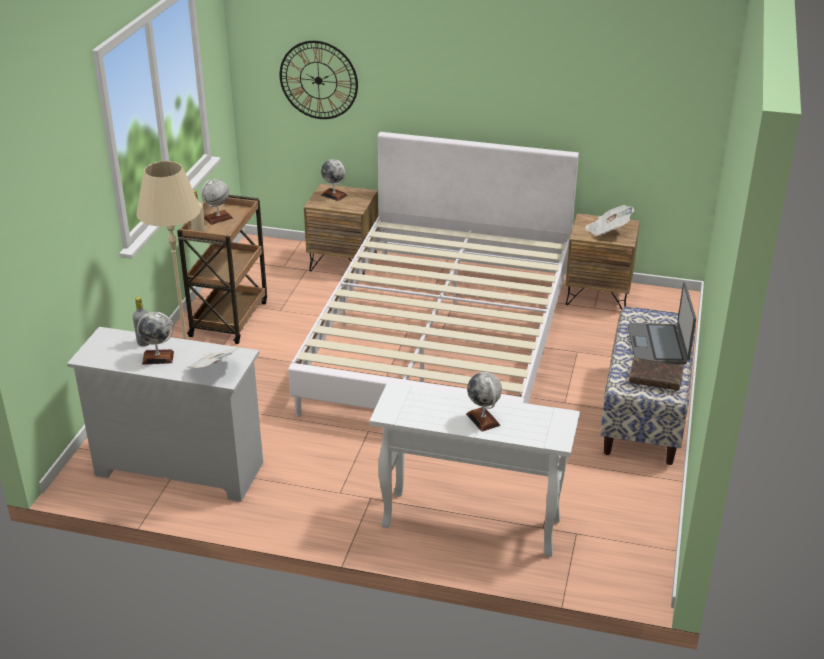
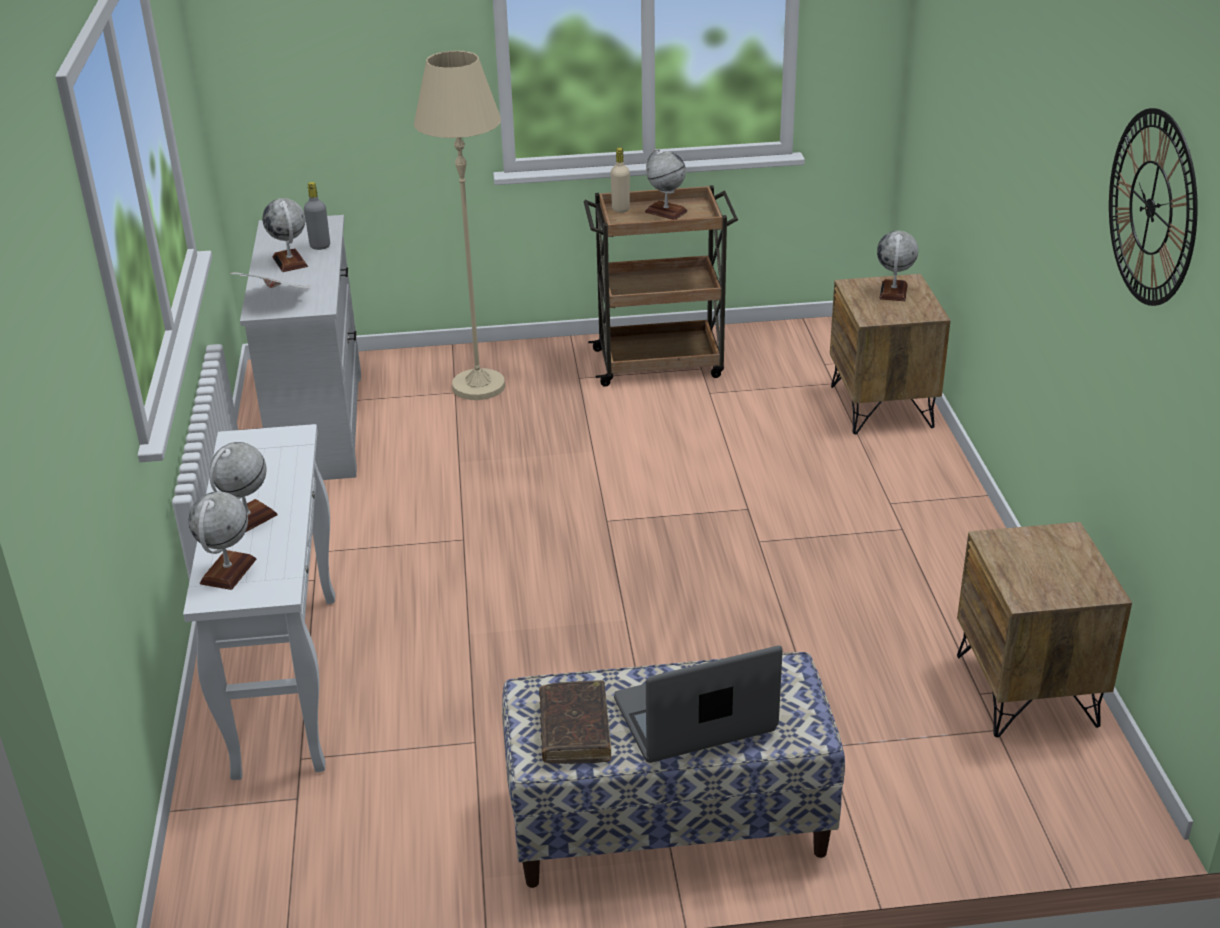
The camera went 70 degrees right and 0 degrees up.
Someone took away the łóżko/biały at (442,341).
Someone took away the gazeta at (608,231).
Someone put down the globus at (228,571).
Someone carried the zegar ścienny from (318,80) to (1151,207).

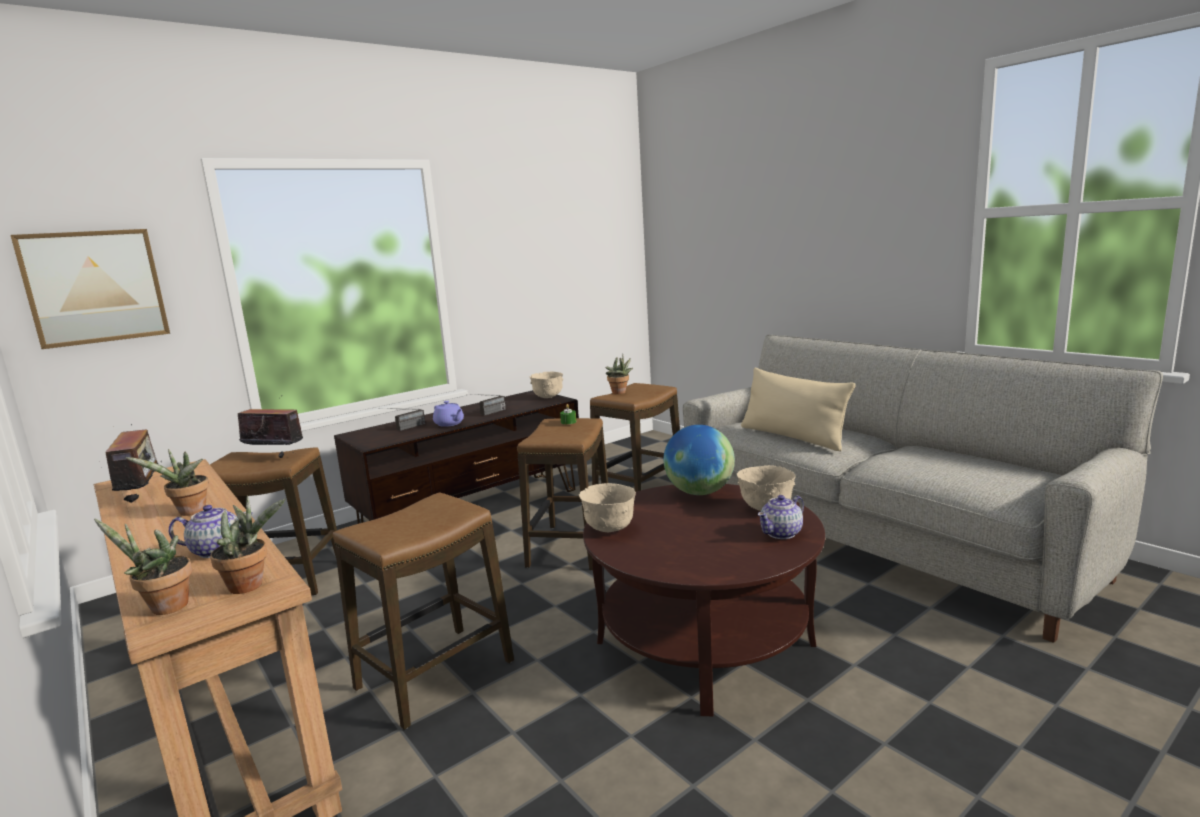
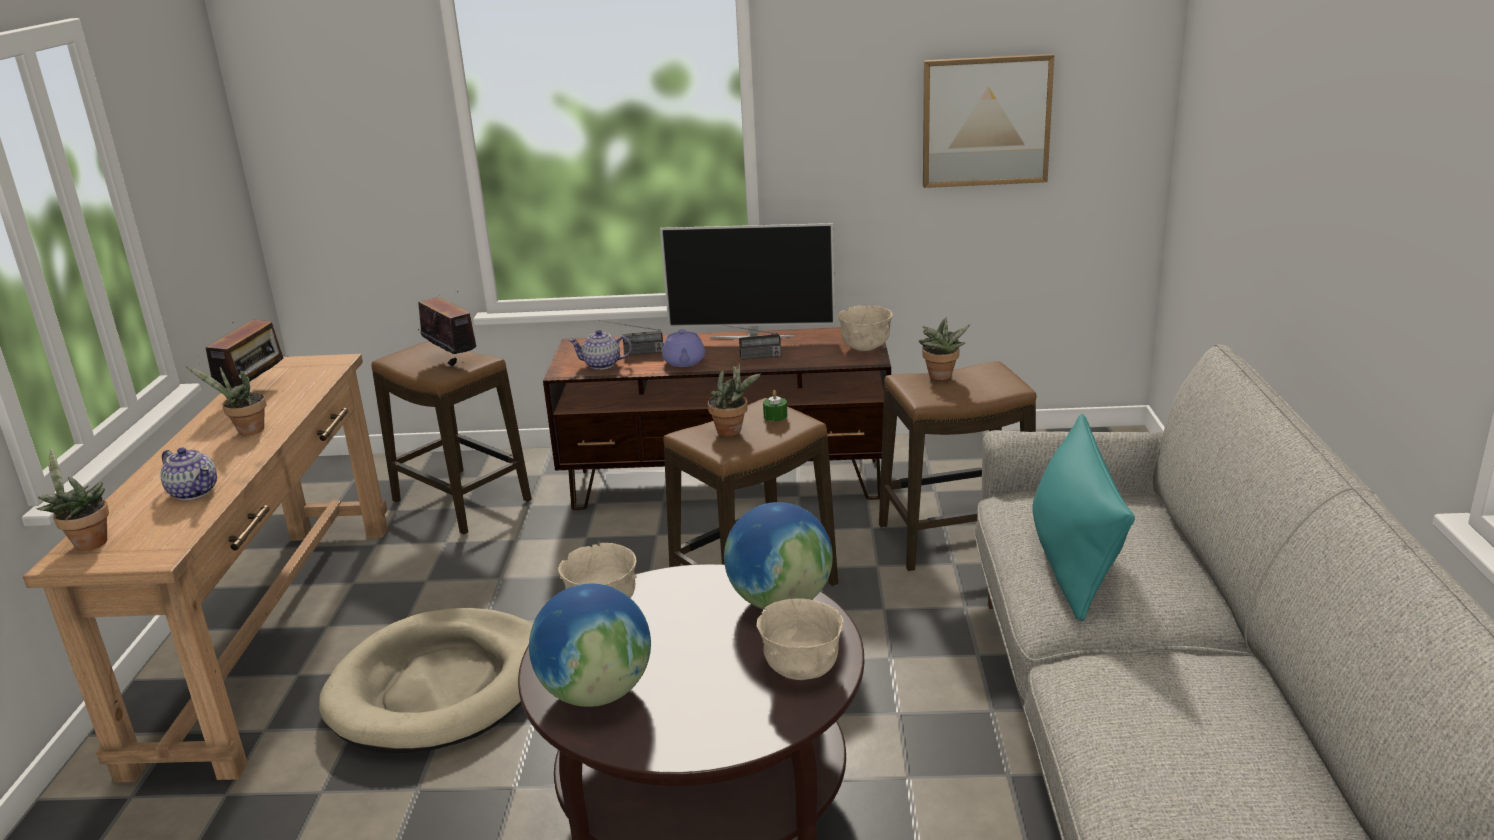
The camera went 40 degrees right and 10 degrees up.
Someone put down the globus at (596,693).
Someone put down the telewizor at (752,336).
Someone carried the obraz from (95,287) to (986,121).
Someone carried the roślina doniczkowa from (251,585) to (733,431).
Someone carried the imbryk from (782,533) to (602,365).
Someone swapped the stołek at (435,675) for the legowisko/beżowy at (440,687).
Someone repainted the poduszka/beżowy at (792,437), which became the poduszka/turkusowy at (1073,559).

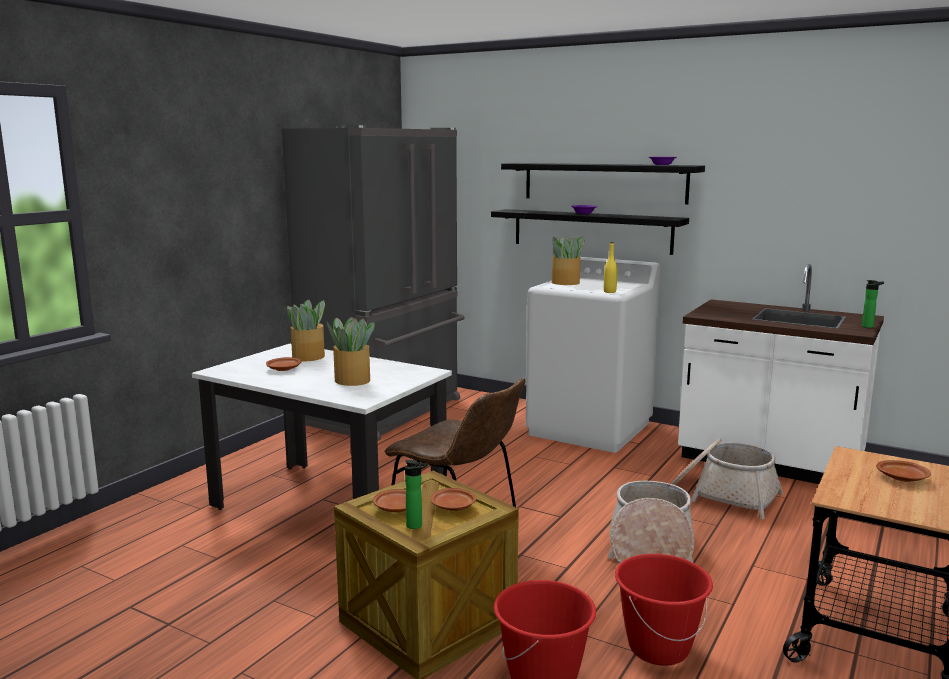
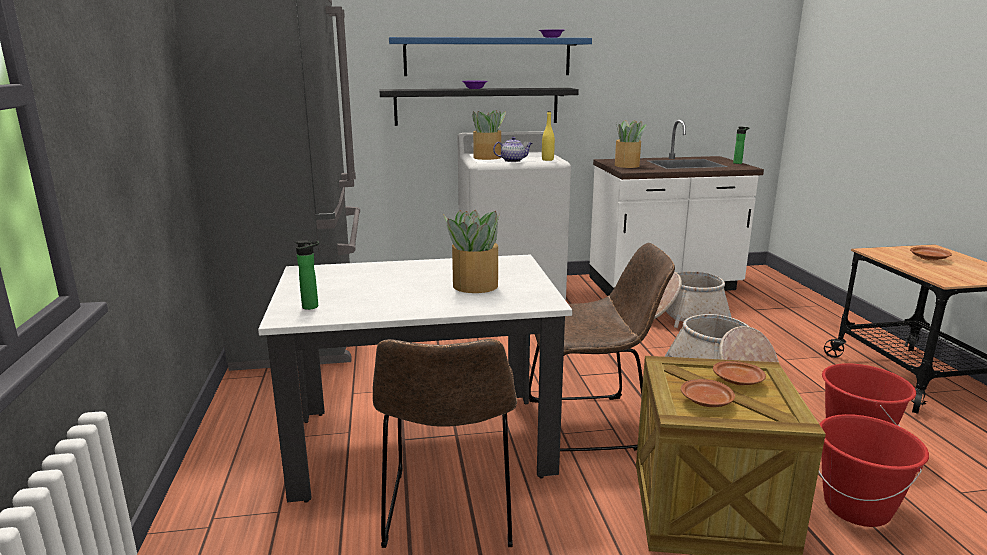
The camera went 40 degrees left and 5 degrees up.
Someone took away the talerz/brązowy at (284,369).
Someone put down the krzesło/brązowy at (450,512).
Someone put down the imbryk at (513,161).
Someone carried the roślina doniczkowa from (309,357) to (627,165).
Someone carried the butelka from (416,526) to (313,306).
Someone repainted the półka/czarny at (604,182), which became the półka/niebieski at (488,57).

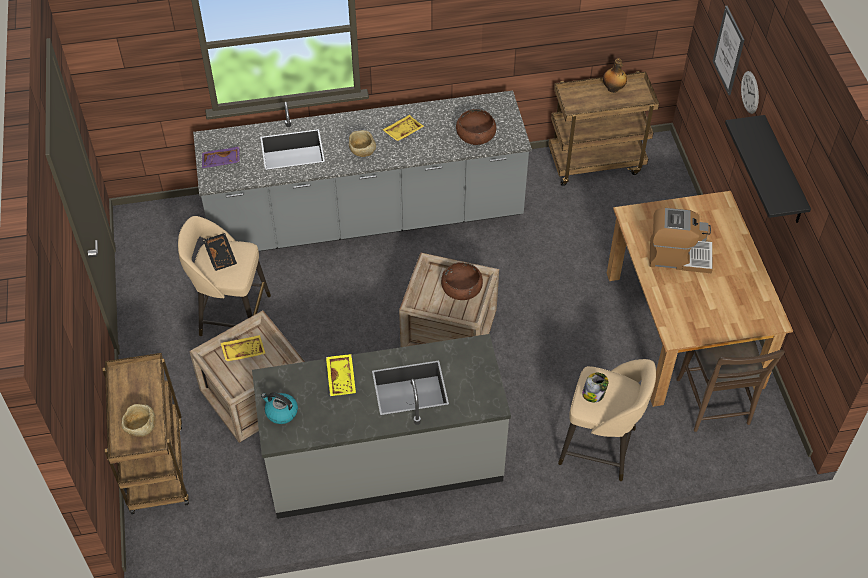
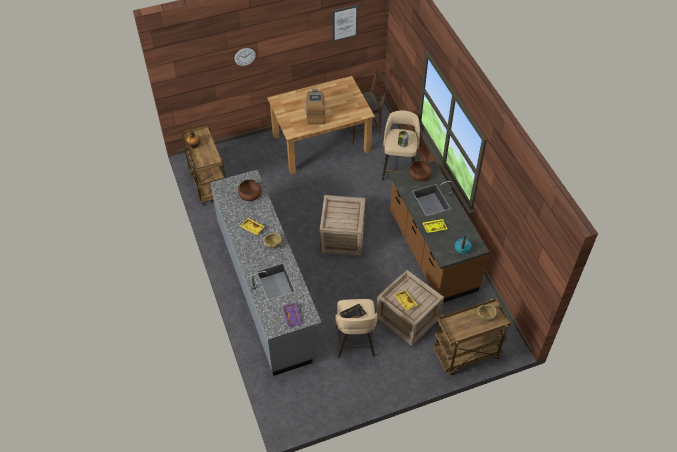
The camera went 100 degrees left and 0 degrees up.
Someone took away the półka/czarny at (783,172).
Someone carried the miska/brązowy from (461,288) to (419,175).
Someone carried the obraz from (728,50) to (345,23).
Someone repainted the zabudowa kuchenna/szary at (384,460), which became the zabudowa kuchenna/brązowy at (431,252).

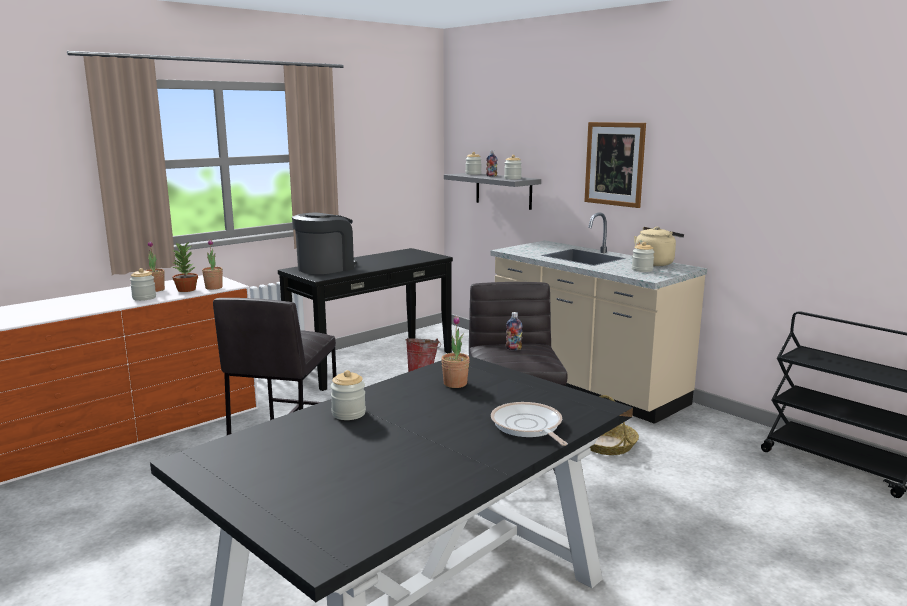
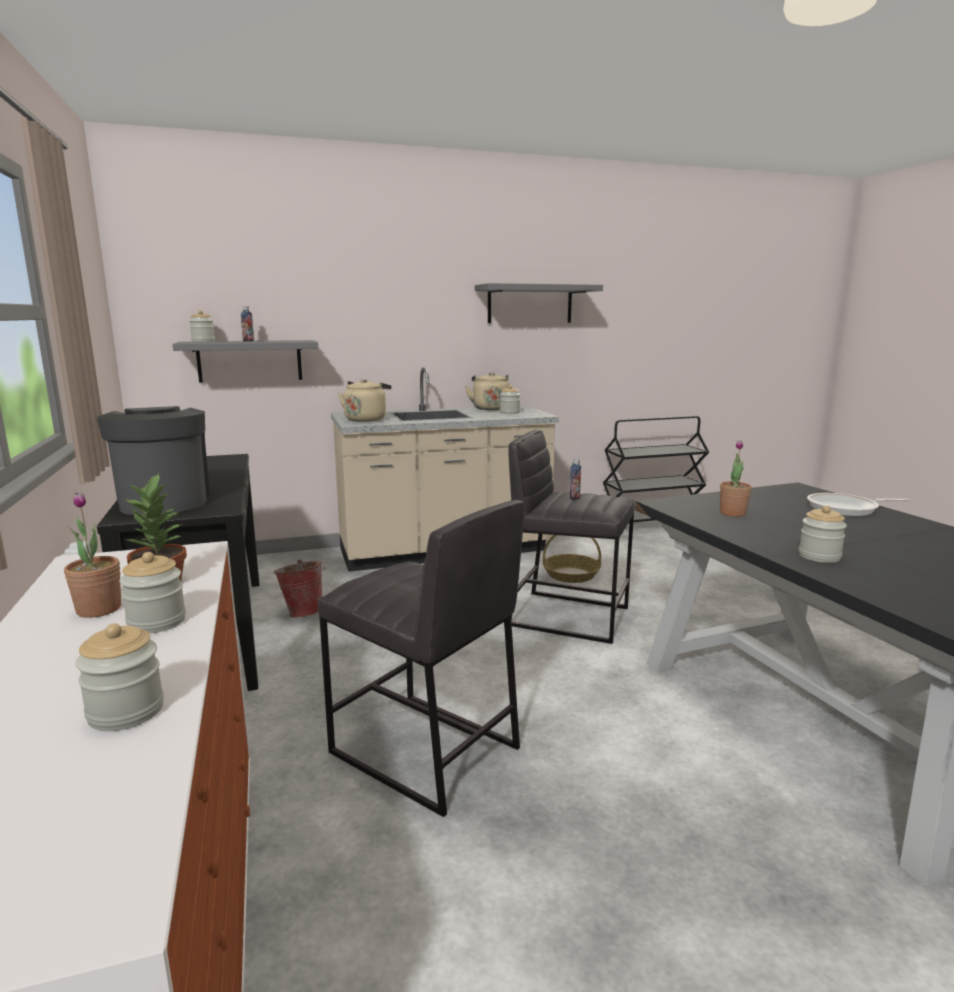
The camera went 65 degrees left and 0 degrees up.
Someone took away the roślina doniczkowa at (214,287).
Someone took away the obraz at (614,164).
Someone put down the czajnik/beżowy at (366,419).
Someone put up the półka/szary at (530,304).
Someone carried the słoik from (512,178) to (126,712).

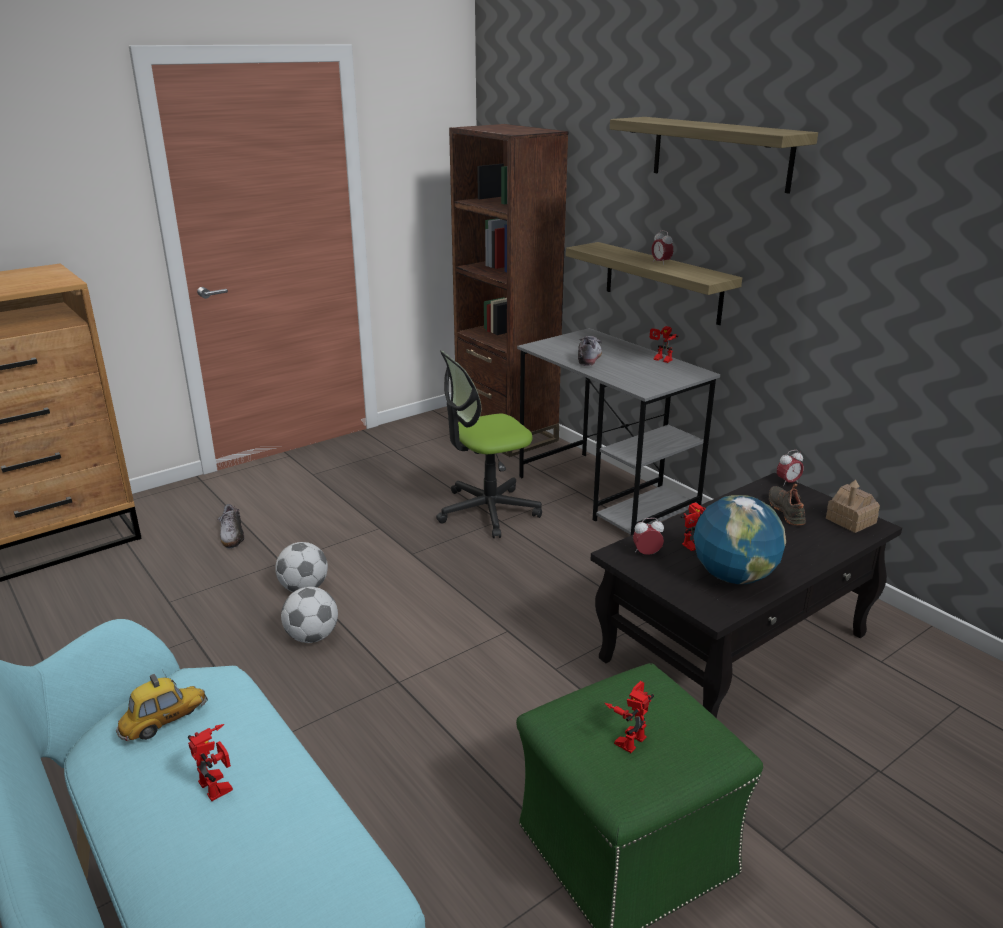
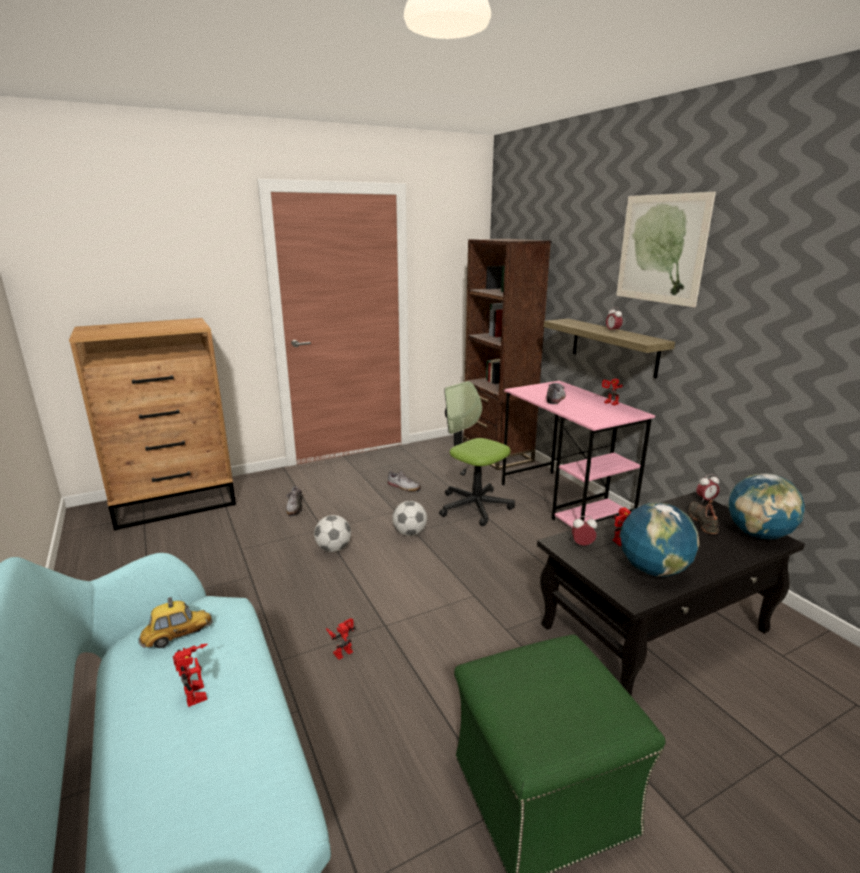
The camera went 10 degrees right and 5 degrees down.
Someone put down the but at (403,487).
Someone carried the piłka futbolowa from (312,637) to (410,533).
Someone carried the robot zabawkowy from (628,737) to (342,650).
Someone swapped the półka at (720,153) for the obraz at (661,249).
Someone swapped the domek at (850,521) for the globus at (758,534).
Someone repainted the biurko/szary at (607,495), which became the biurko/różowy at (565,502).
Someone rotated the krzesło biurowe at (487,511) by 60 degrees clockwise.

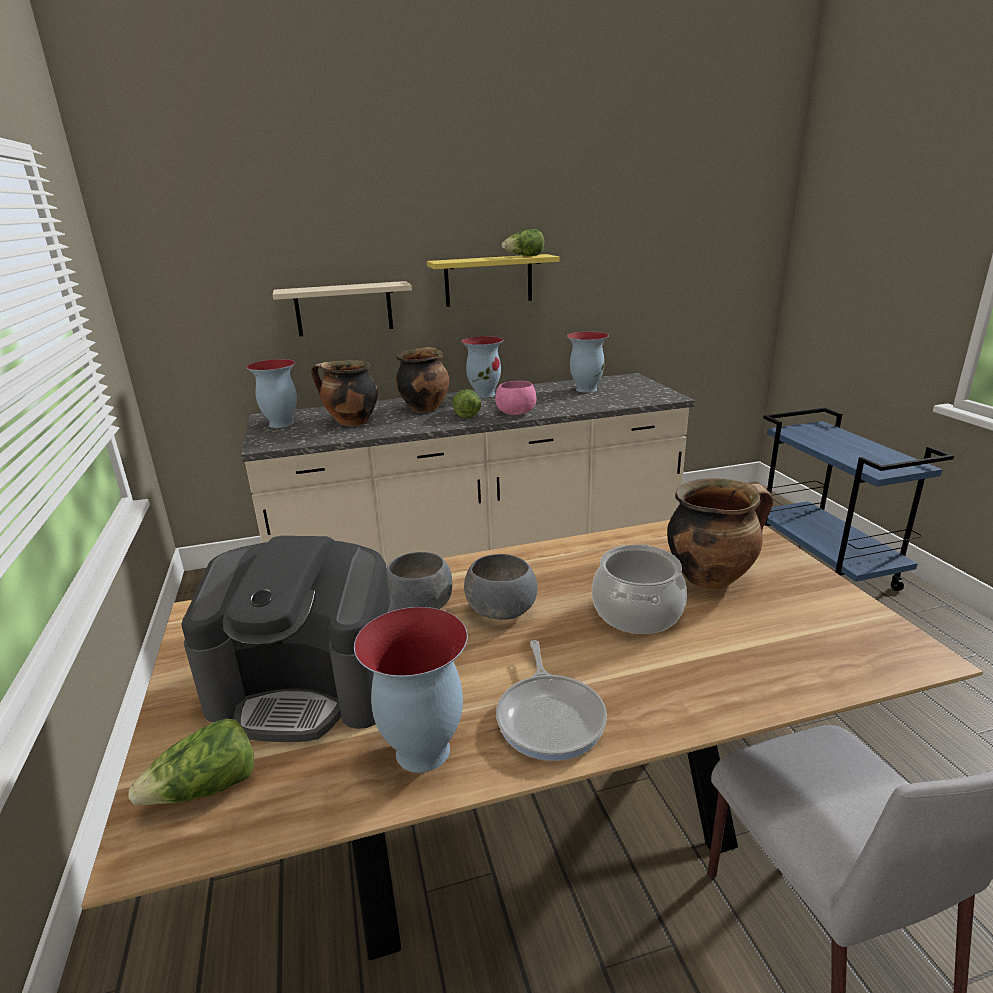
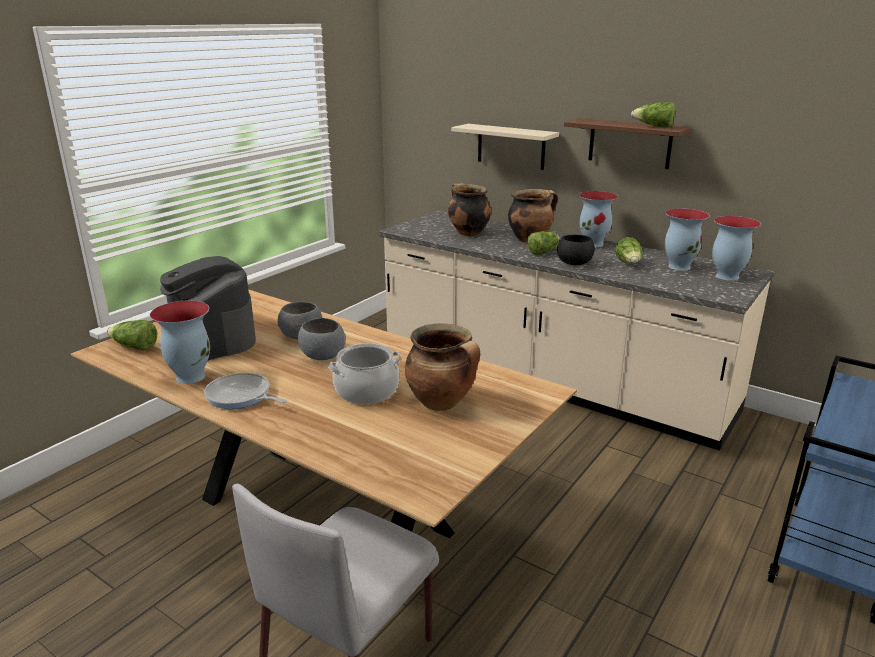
The camera went 50 degrees right and 0 degrees up.
Someone put down the sałata at (629,263).
Someone carried the wazon from (280,424) to (726,276).
Someone repainted the półka/żółty at (488,280), which became the półka/brązowy at (629,143).
Someone repainted the miska/różowy at (515,413), which became the miska/czarny at (574,263).
Someone rotated the patelnia at (550,717) by 75 degrees clockwise.

